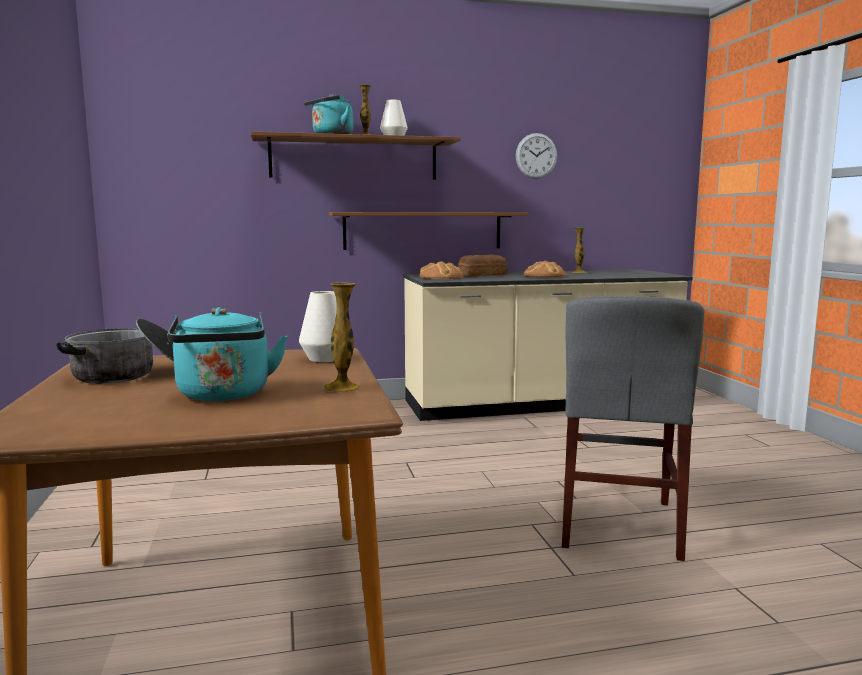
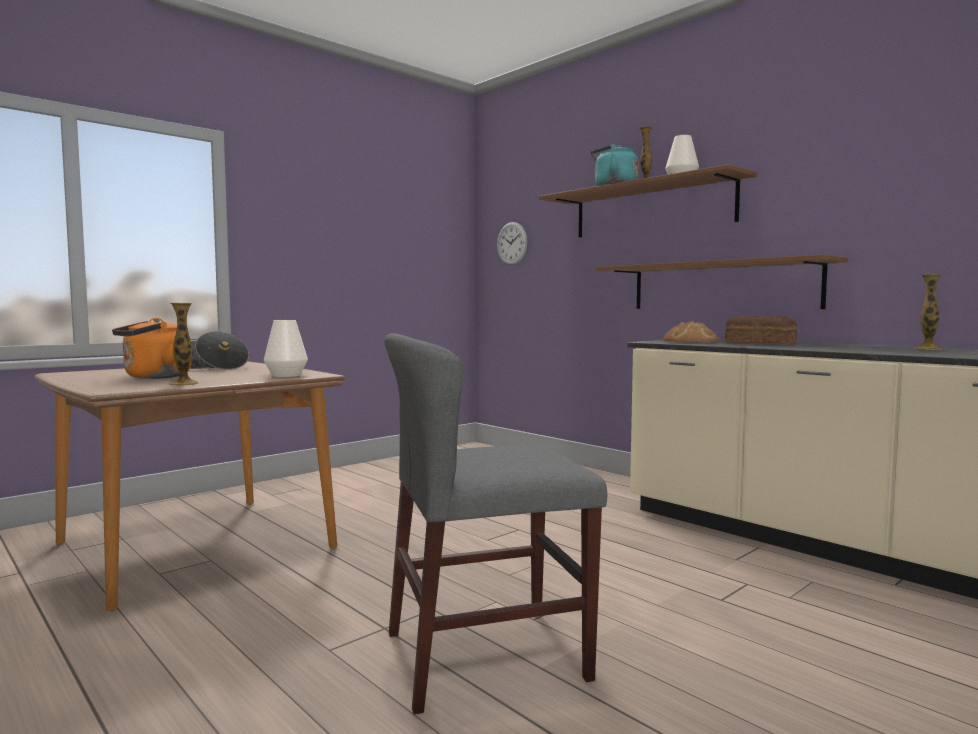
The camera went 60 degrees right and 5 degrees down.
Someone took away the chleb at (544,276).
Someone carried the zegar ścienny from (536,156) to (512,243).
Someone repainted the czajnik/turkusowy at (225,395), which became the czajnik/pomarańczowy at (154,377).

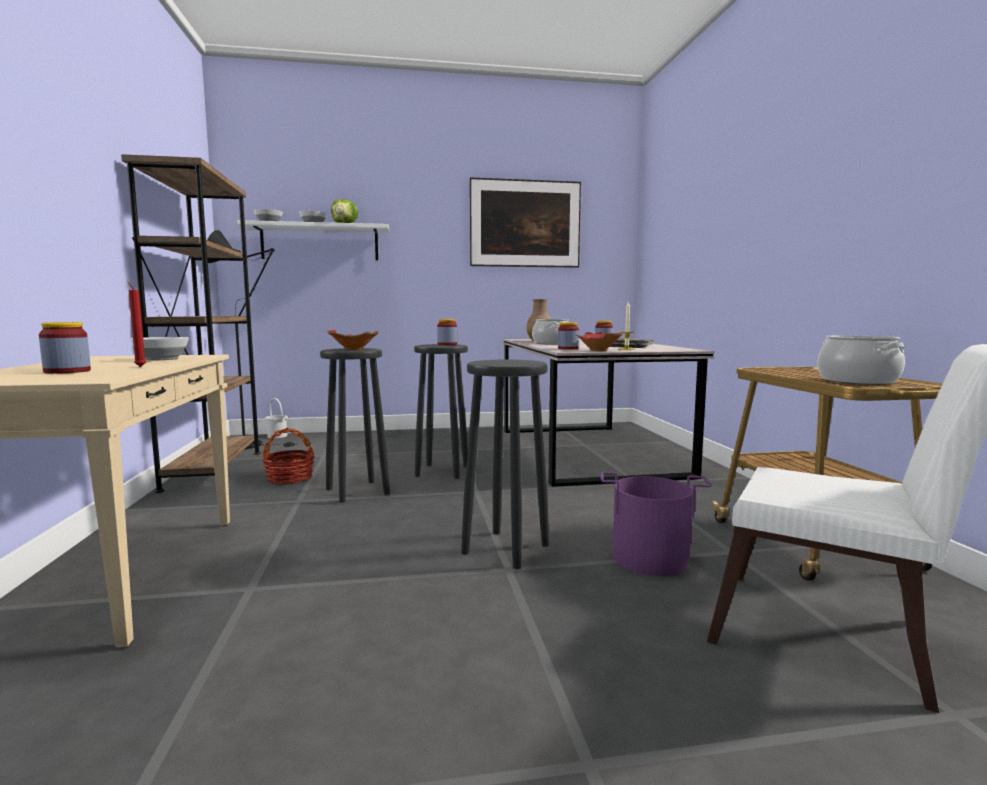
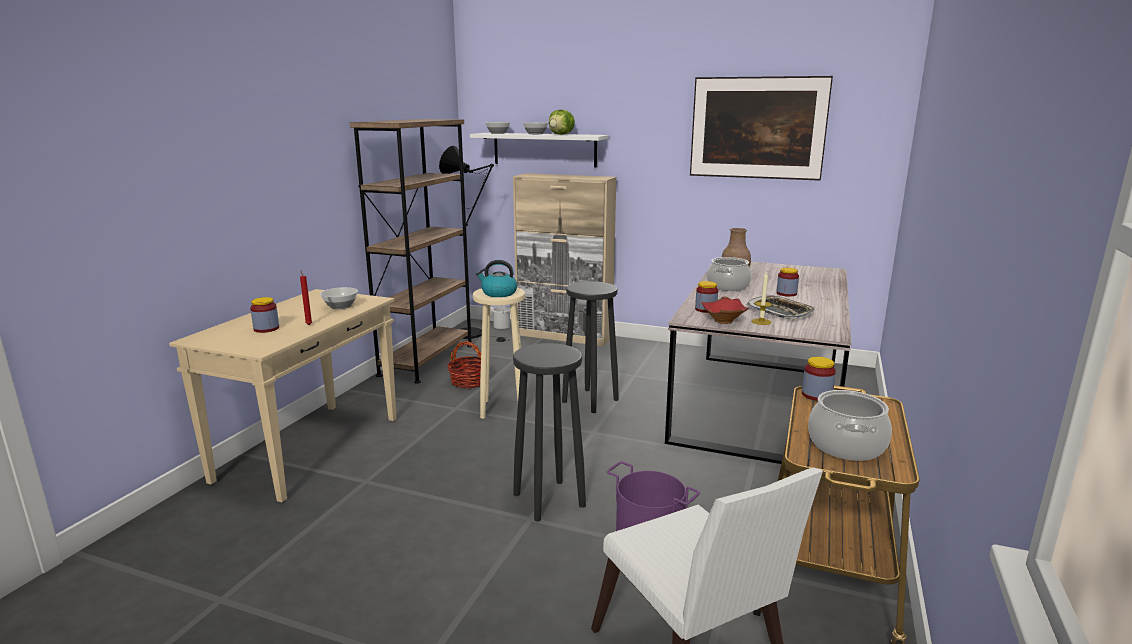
The camera went 30 degrees right and 10 degrees up.
Someone put down the szafka/beżowy at (565,336).
Someone carried the słoik from (447,344) to (816,395).
Someone swapped the miska/czerwony at (353,349) for the czajnik at (498,293).
Someone repainted the stołek/czarny at (356,491), which became the stołek/beżowy at (502,408).

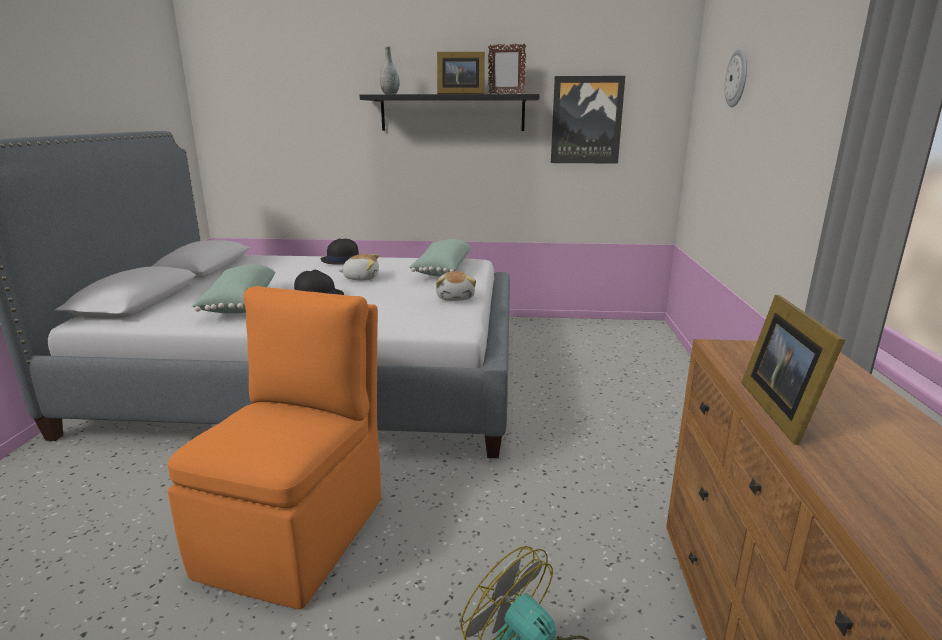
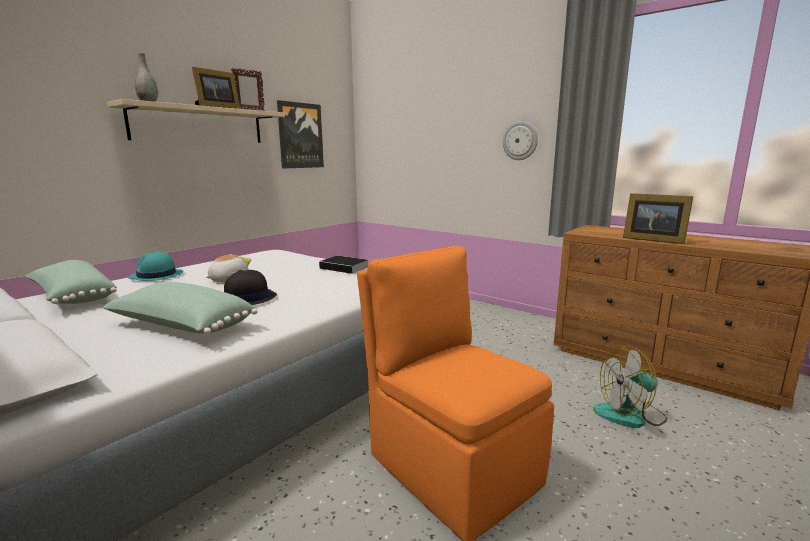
The camera went 55 degrees left and 5 degrees down.
Someone carried the poduszka/zielony from (441,270) to (72,297).
Someone carried the zegar ścienny from (737,78) to (520,141).
Someone swapped the pluszak at (456,297) for the książka at (346,268).
Someone repainted the kapelusz/czarny at (342,260), which became the kapelusz/turkusowy at (156,276).
Someone repainted the półka/czarny at (452,113), which became the półka/beżowy at (199,125).

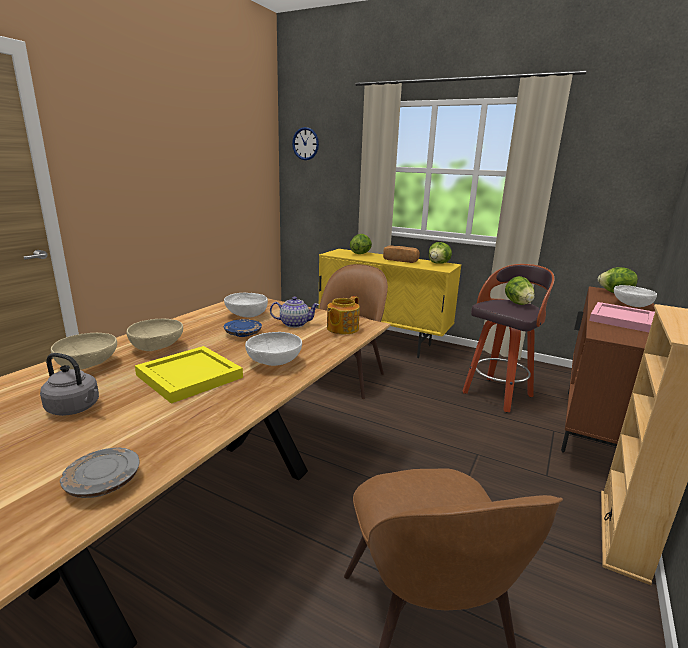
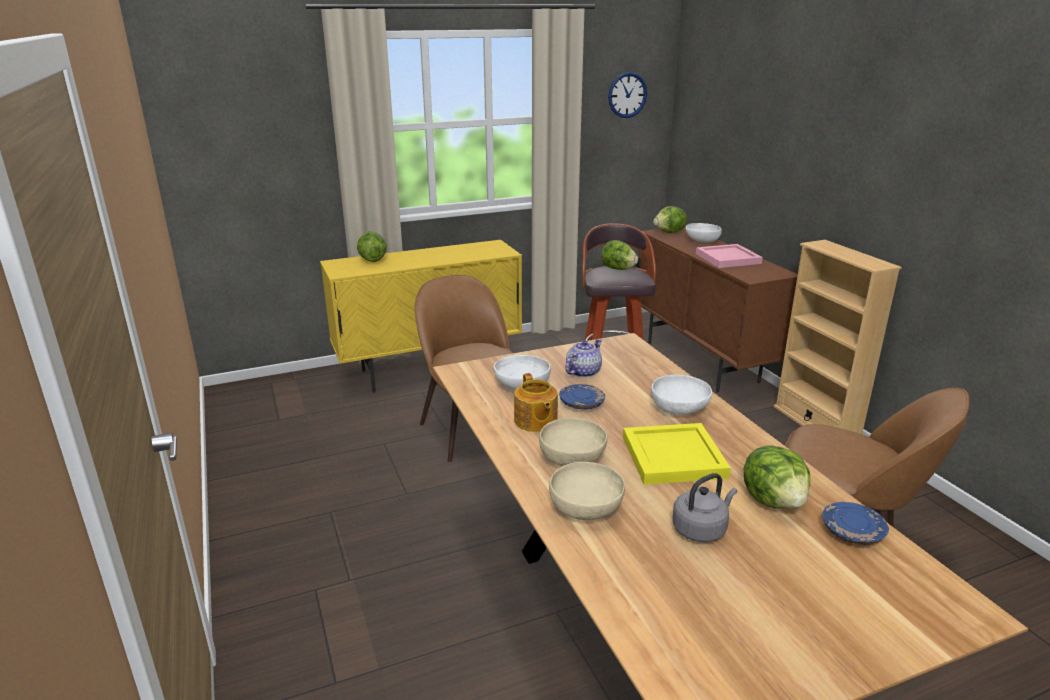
The camera went 50 degrees left and 5 degrees up.
Someone took away the chleb at (400,260).
Someone carried the zegar ścienny from (305,143) to (627,95).
Someone carried the imbryk from (341,329) to (535,421).
Someone carried the sałata from (438,263) to (774,501).
Someone repainted the talerz/szary at (103,483), which became the talerz/niebieski at (852,532).

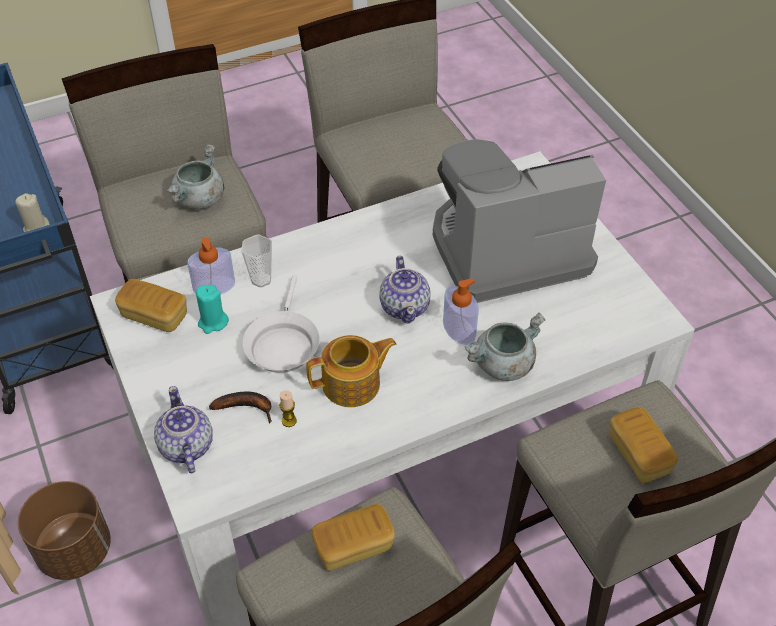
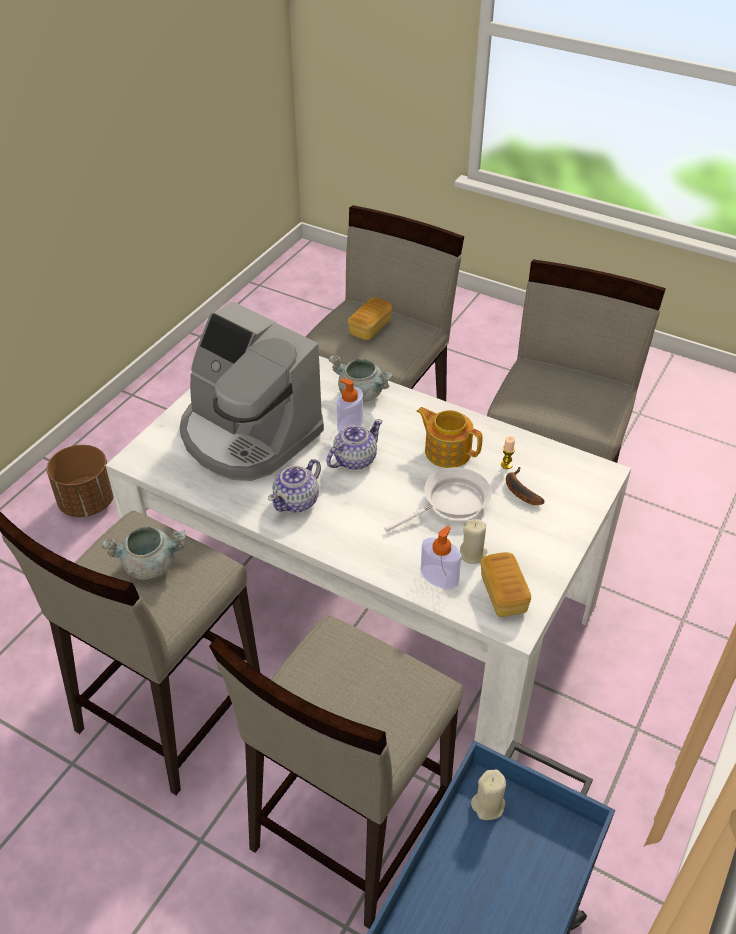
The camera went 125 degrees left and 5 degrees down.
Someone took away the filiżanka at (261,279).
Someone took away the chleb at (353,546).
Someone carried the donica/brązowy from (75,550) to (87,503).
Someone carried the imbryk from (186,447) to (297,501).
Someone carried the garnek/szary from (199,199) to (150,565).
Someone repainted the świeca/turkusowy at (213,322), which became the świeca/beżowy at (472,554).

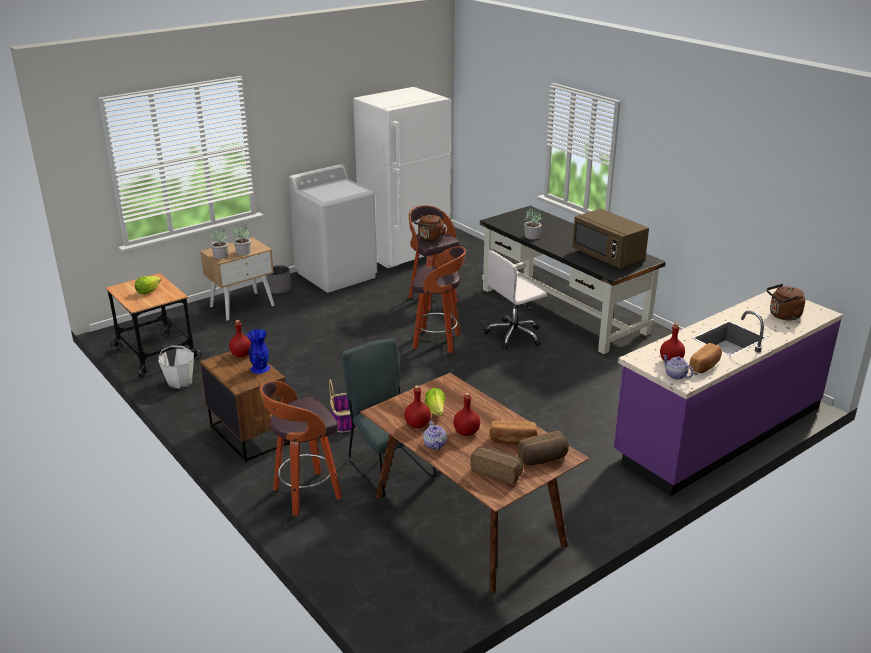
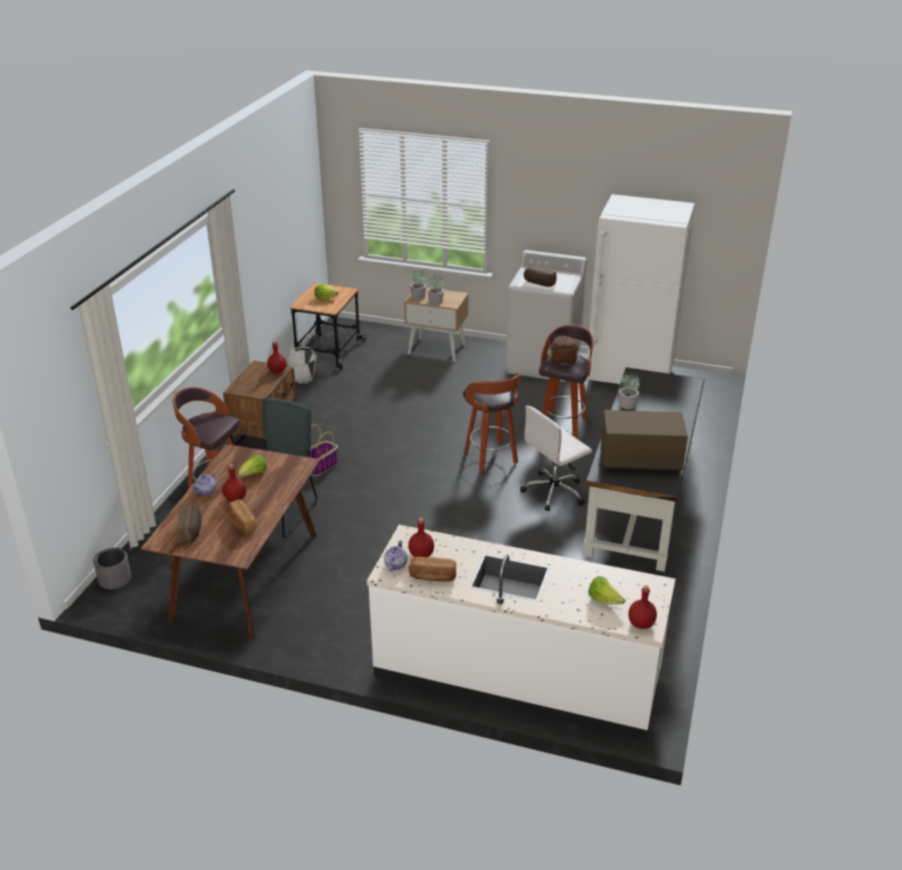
The camera went 55 degrees right and 5 degrees up.
Someone took away the wazon/niebieski at (260,368).
Someone carried the donica/szary from (279,289) to (115,579).
Someone carried the butelka/czerwony from (417,425) to (640,623).
Someone carried the chleb from (543,459) to (538,283).
Someone swapped the czajnik/brązowy at (783,316) for the sałata at (604,600).
Someone repainted the zabudowa kuchenna/fioletowy at (718,431), which became the zabudowa kuchenna/biały at (516,675).
Someone rotated the krzesło biurowe/biały at (514,335) by 60 degrees counterclockwise.
Someone rotated the mikrofalówka/brązowy at (608,257) by 75 degrees clockwise.

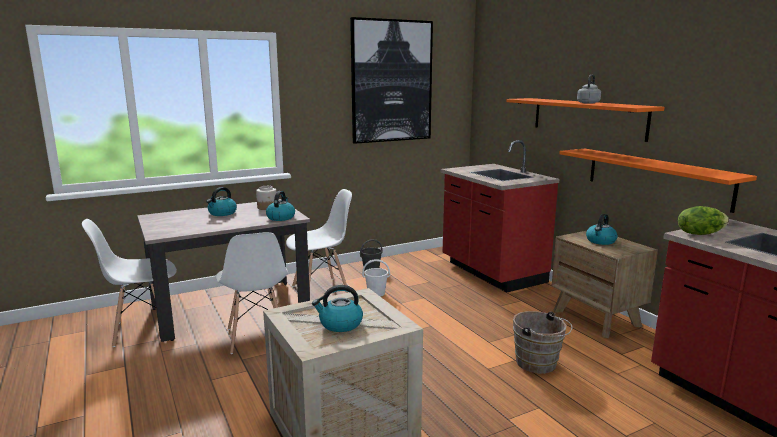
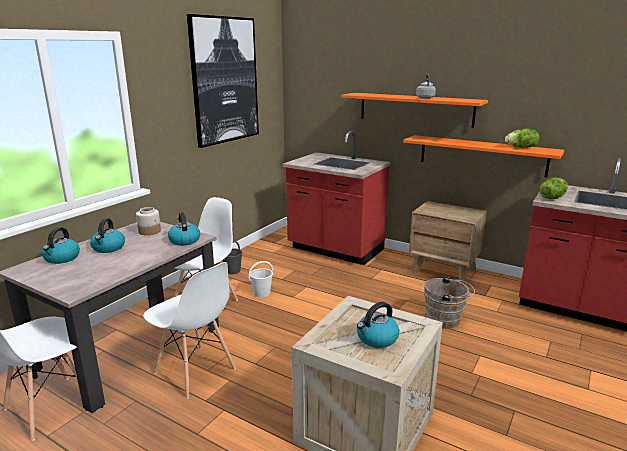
The camera went 30 degrees left and 5 degrees up.
Someone put down the sałata at (521,147).
Someone carried the czajnik from (600,241) to (62,258).

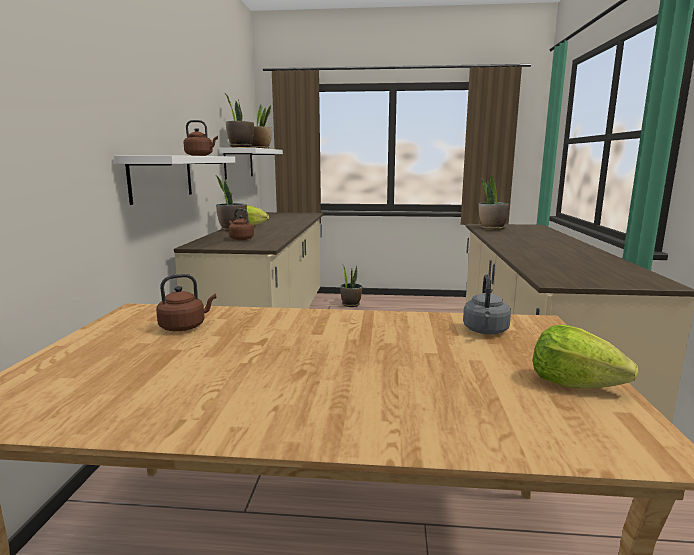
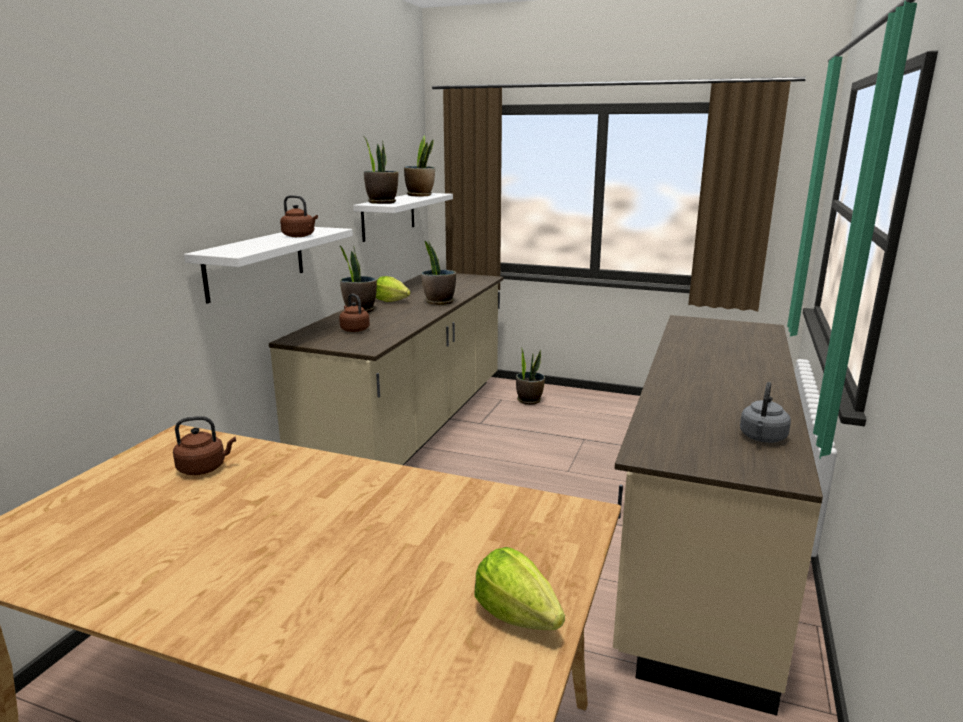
The camera went 15 degrees right and 5 degrees up.
Someone carried the czajnik/szary from (485,331) to (762,438).
Someone carried the roślina doniczkowa from (492,229) to (439,302).

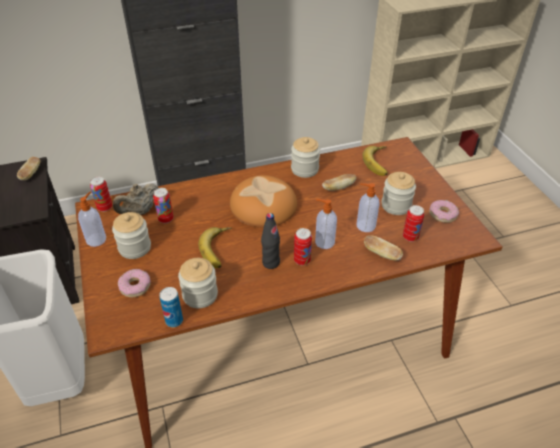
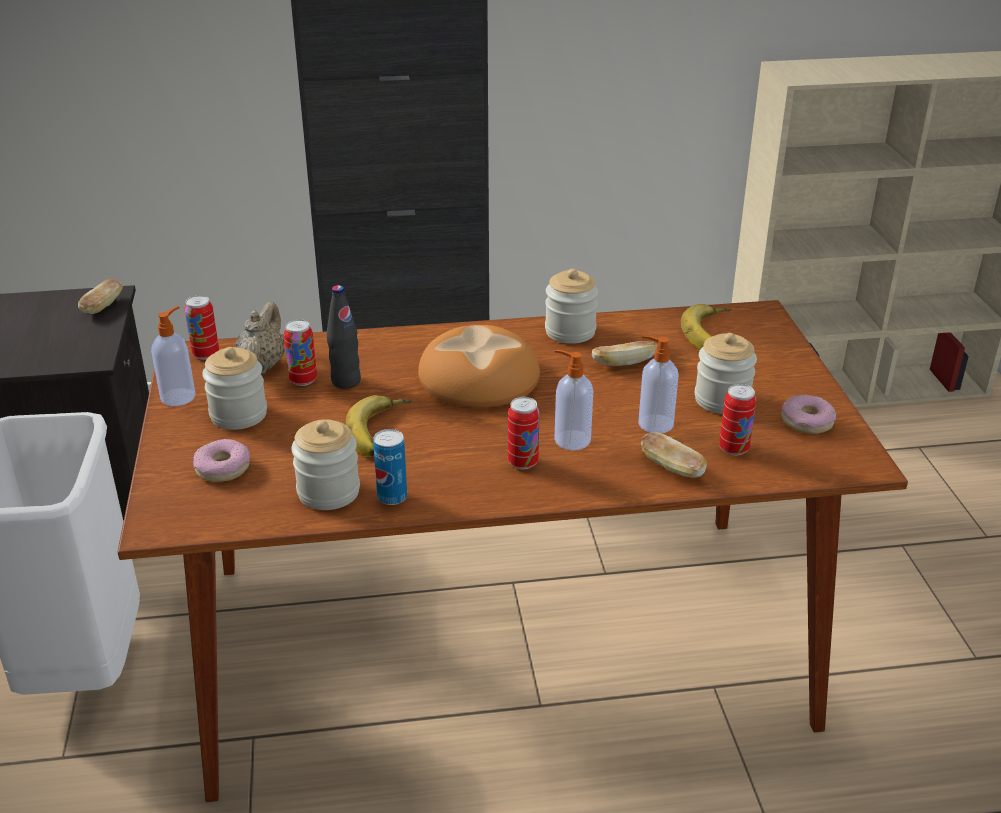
The camera went 10 degrees right and 10 degrees down.
Someone carried the puszka from (174,321) to (392,497).
Someone carried the butelka/czarny from (271,263) to (346,381).
Someone rotated the imbryk/beżowy at (140,211) by 135 degrees clockwise.

